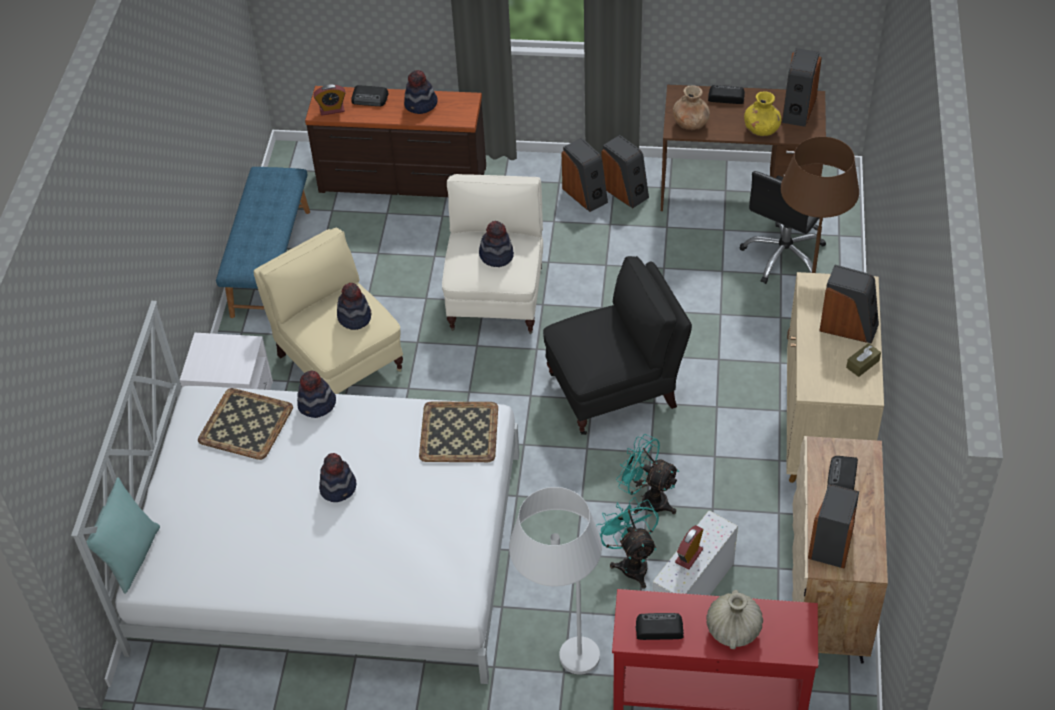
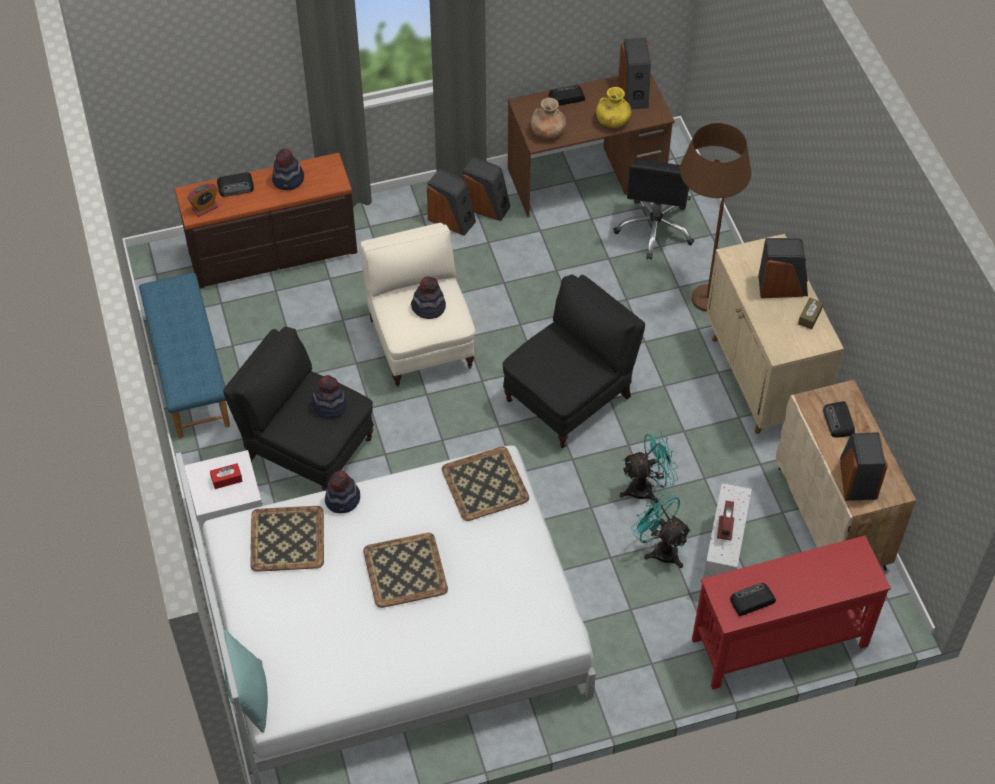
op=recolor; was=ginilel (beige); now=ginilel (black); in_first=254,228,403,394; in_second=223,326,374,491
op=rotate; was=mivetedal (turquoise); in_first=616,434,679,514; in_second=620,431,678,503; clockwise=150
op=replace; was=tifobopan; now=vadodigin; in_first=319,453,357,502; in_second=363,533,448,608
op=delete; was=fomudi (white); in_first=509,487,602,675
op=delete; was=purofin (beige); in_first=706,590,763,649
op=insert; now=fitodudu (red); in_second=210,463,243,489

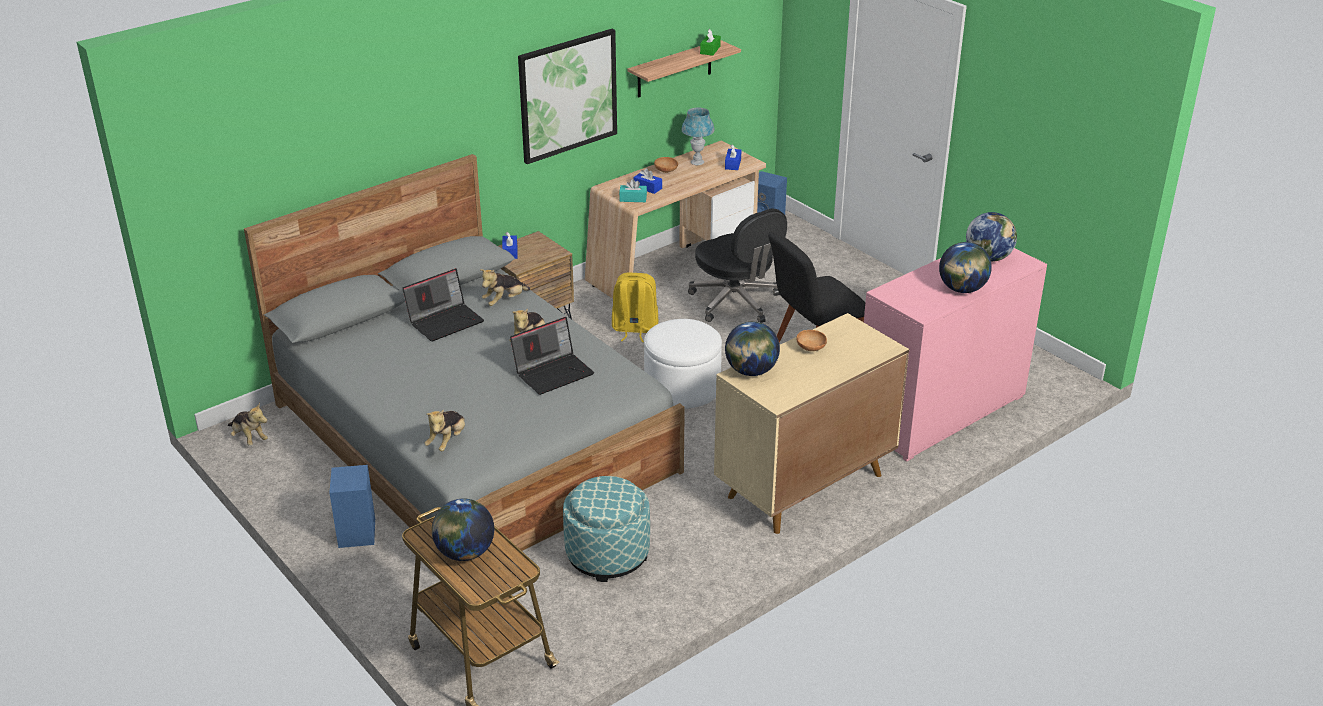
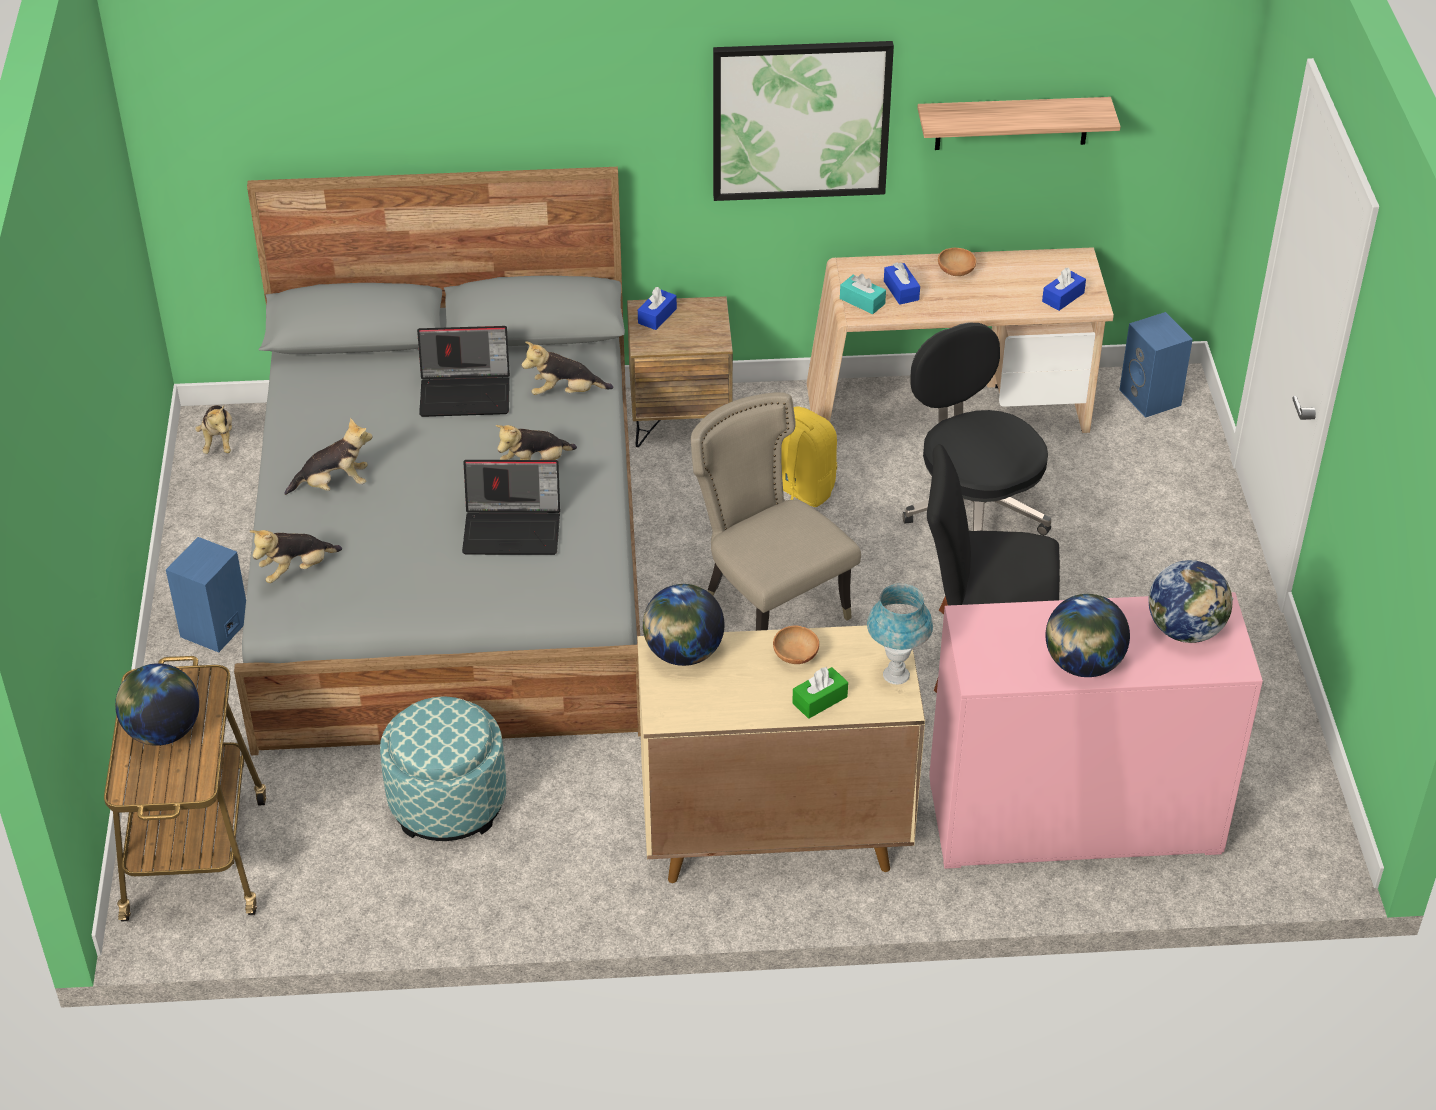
op=move; was=fitodudu (green); in_first=700,29,721,56; in_second=792,667,848,719
op=move; was=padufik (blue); in_first=681,107,715,165; in_second=867,583,933,685
op=rotate; was=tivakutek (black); in_first=688,209,787,323; in_second=903,323,1051,535; clockwise=150
op=replace; was=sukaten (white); now=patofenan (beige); in_first=644,319,722,409; in_second=691,392,861,631
op=insert; now=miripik; in_second=284,418,372,495

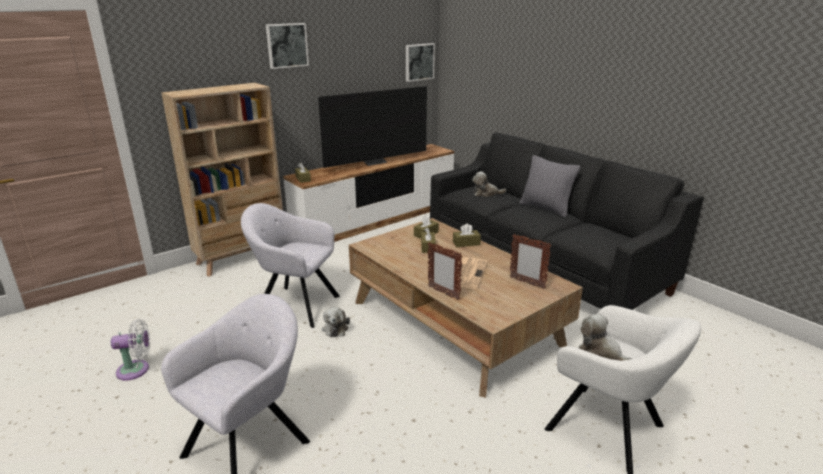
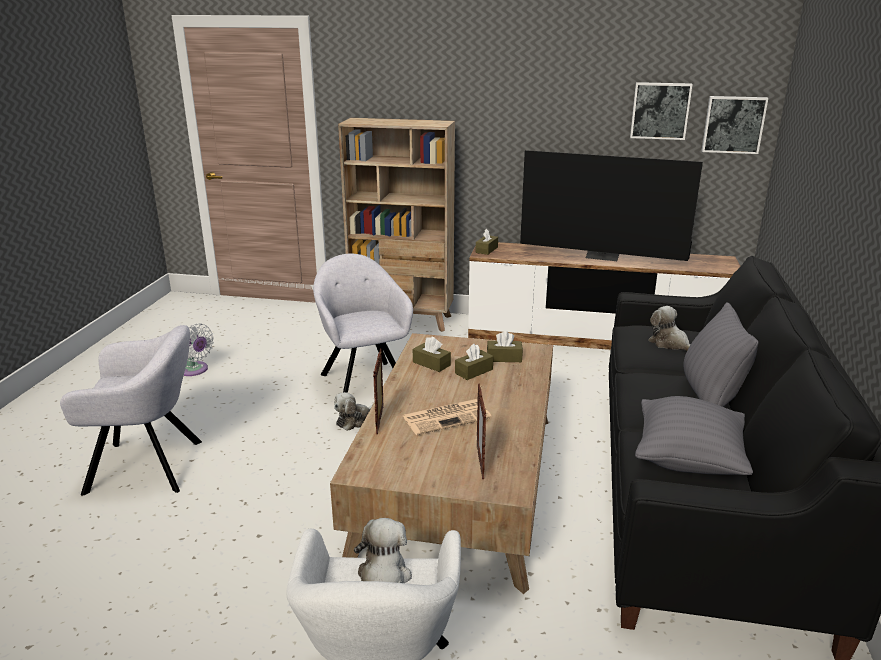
op=move; was=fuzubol; in_first=266,23,309,69; in_second=630,82,693,140
op=move; was=fitodudu (brown); in_first=453,224,481,247; in_second=413,337,451,372
op=insert; now=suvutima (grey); in_second=635,396,753,475

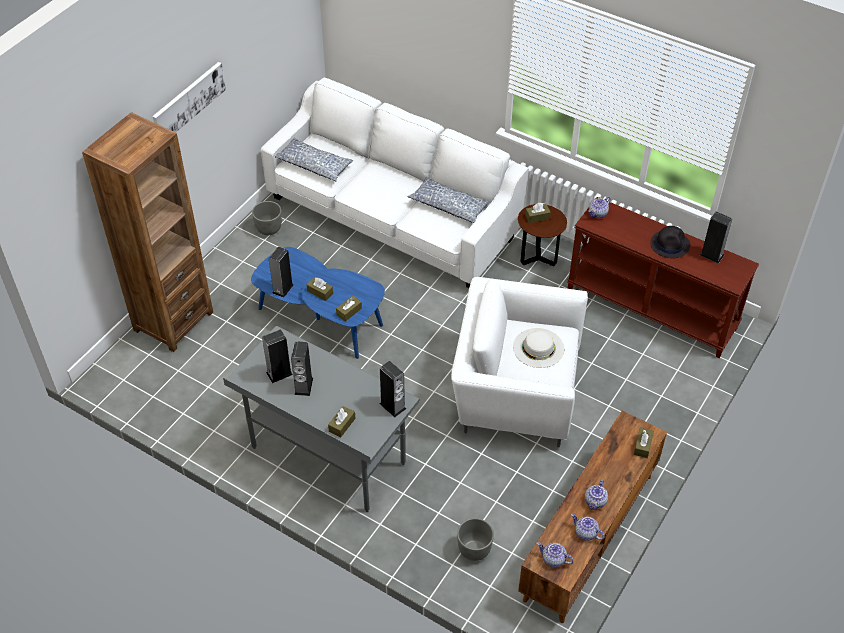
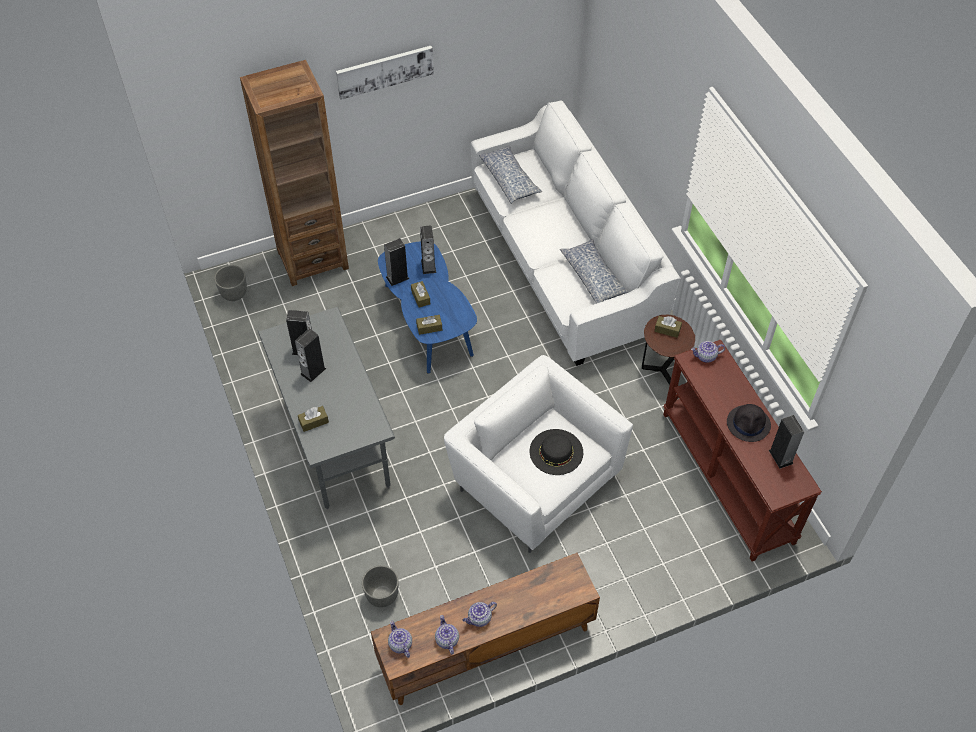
op=move; was=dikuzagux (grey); in_first=252,201,282,235; in_second=214,265,247,301
op=recolor; was=tifobopan (white); now=tifobopan (black); in_first=513,328,564,368; in_second=530,429,583,475
op=move; was=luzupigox; in_first=380,361,406,417; in_second=420,226,436,274
op=delete; was=fitodudu (brown); in_first=634,428,654,458

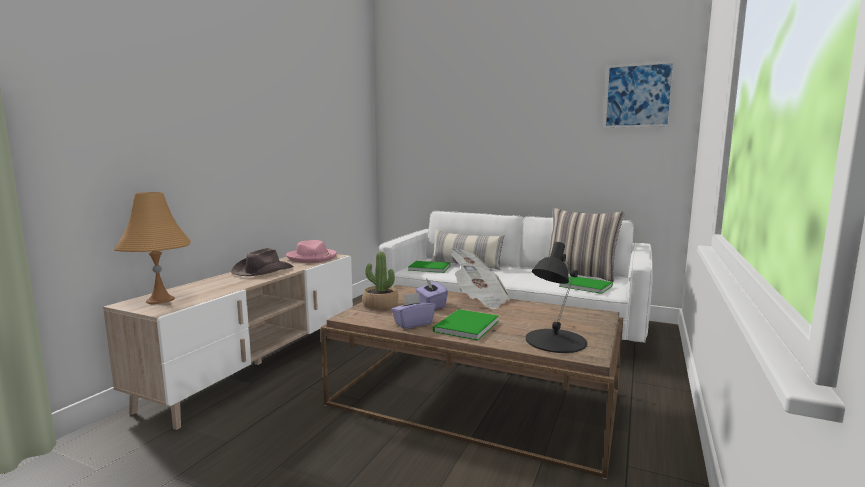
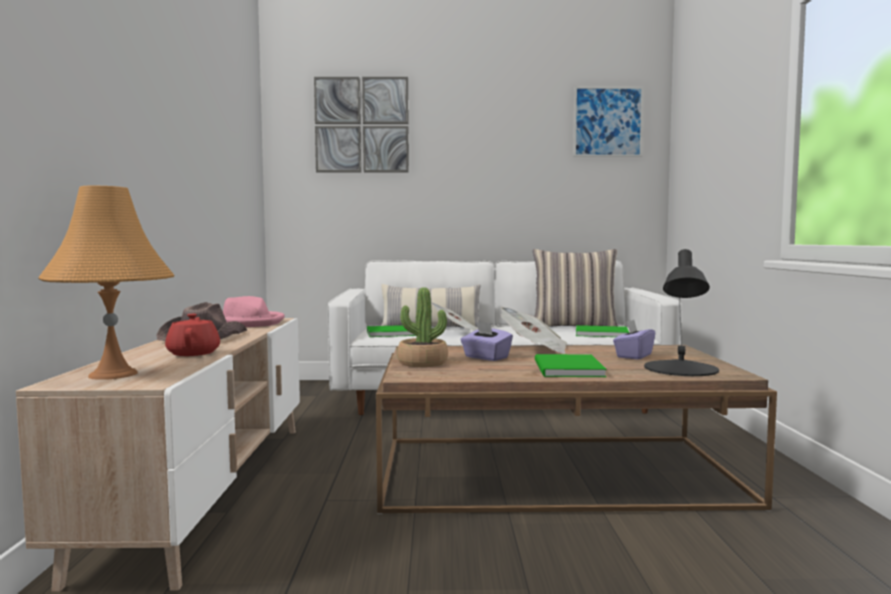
op=move; was=fitodudu (purple); in_first=391,293,436,329; in_second=613,320,655,360
op=insert; now=fuzubol; in_second=314,77,409,172
op=insert; now=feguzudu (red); in_second=165,314,220,356

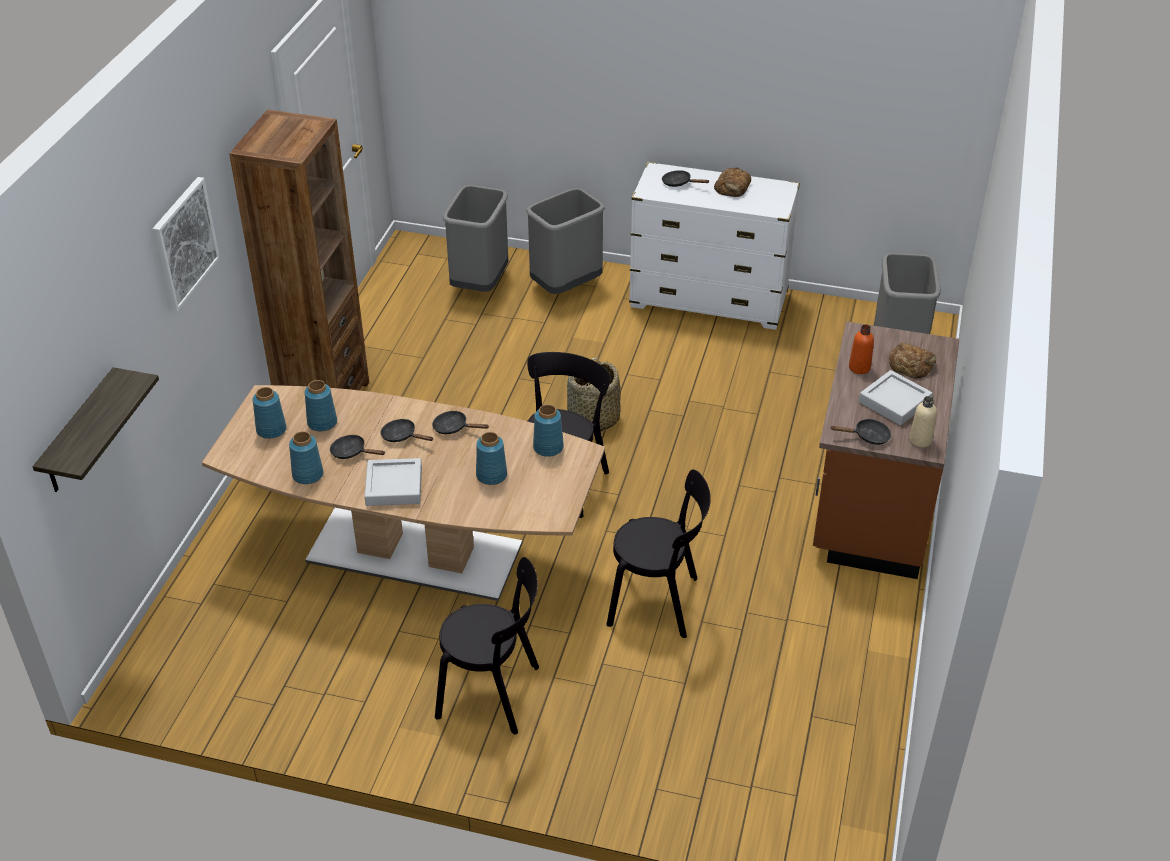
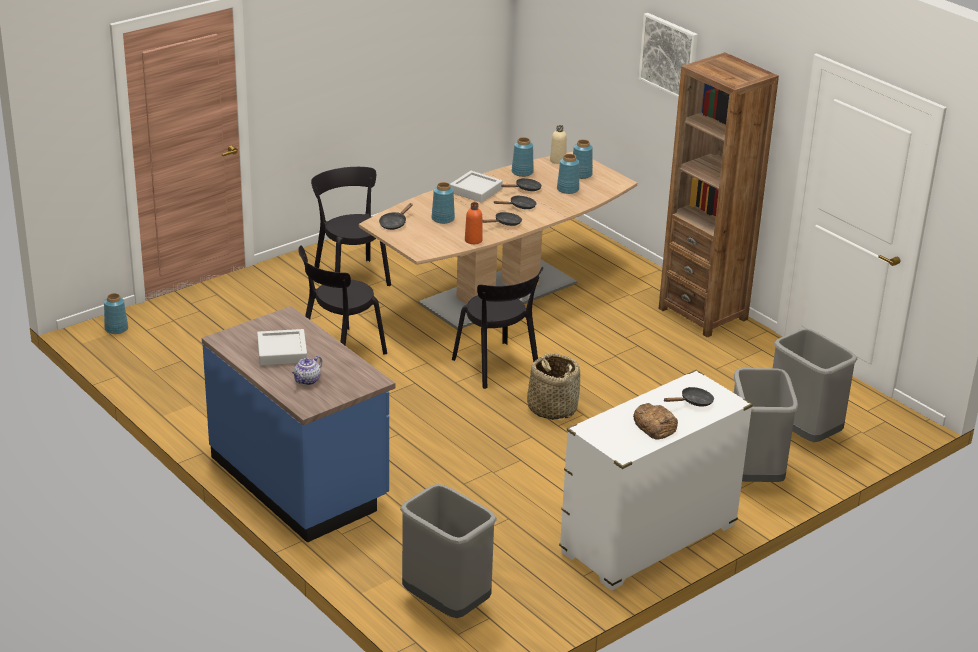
op=recolor; was=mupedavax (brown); now=mupedavax (blue); in_first=813,322,959,579; in_second=202,306,395,543
op=move; was=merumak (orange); in_first=849,325,874,374; in_second=465,202,483,244
op=replace; was=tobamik; now=feguzudu; in_first=889,343,936,378; in_second=292,356,322,385
op=delete; was=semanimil; in_first=33,367,159,492
op=move; was=merumak (beige); in_first=909,396,937,448; in_second=550,125,567,164
op=move; was=purofin (blue); in_first=533,404,564,457; in_second=104,293,128,334
op=move; was=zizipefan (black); in_first=831,419,891,445; in_second=379,203,413,230
op=rotate; was=patofenan (black); in_first=435,557,539,734; in_second=311,167,391,286; clockwise=105

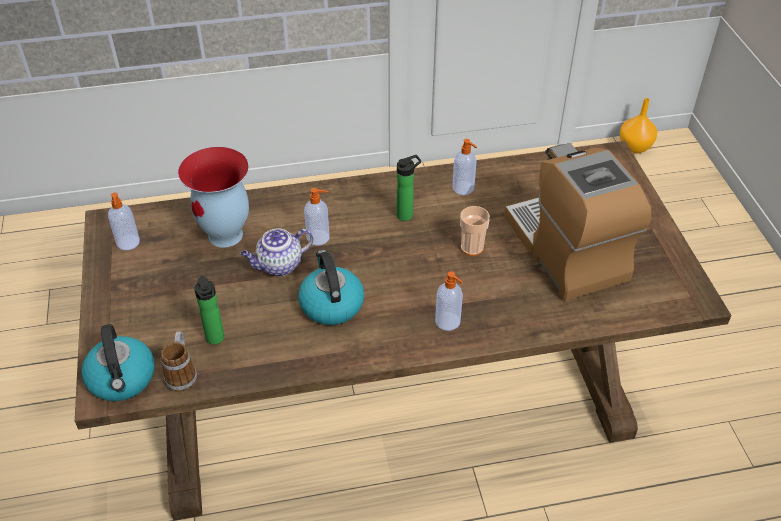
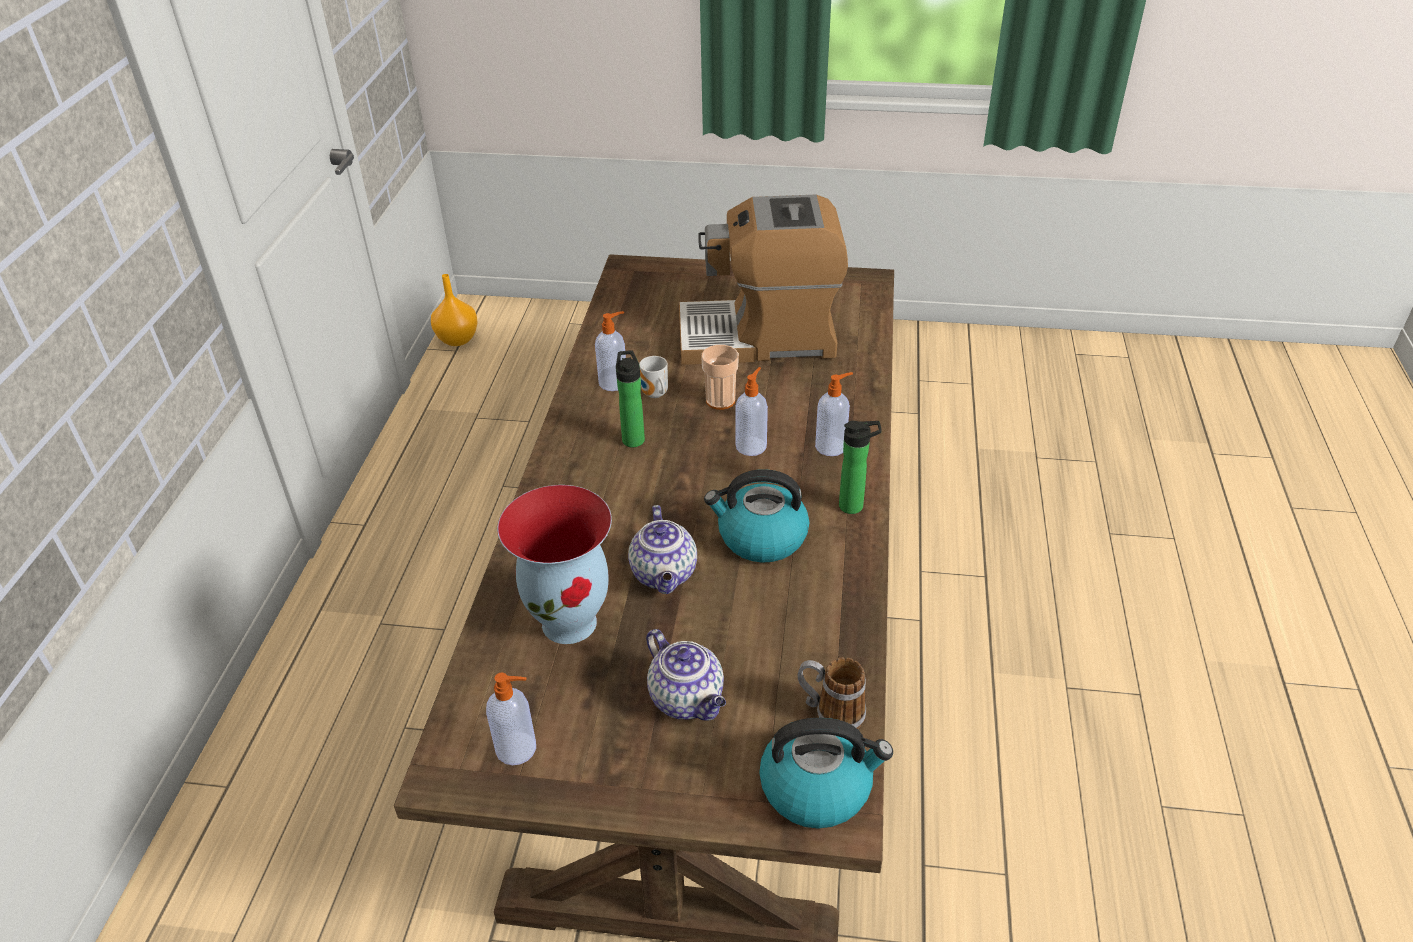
op=move; was=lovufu; in_first=304,188,330,245; in_second=735,367,768,456
op=move; was=merumak; in_first=194,276,225,344; in_second=839,421,882,514
op=insert; now=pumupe; in_second=639,356,668,398
op=insert; now=feguzudu; in_second=646,629,726,721

